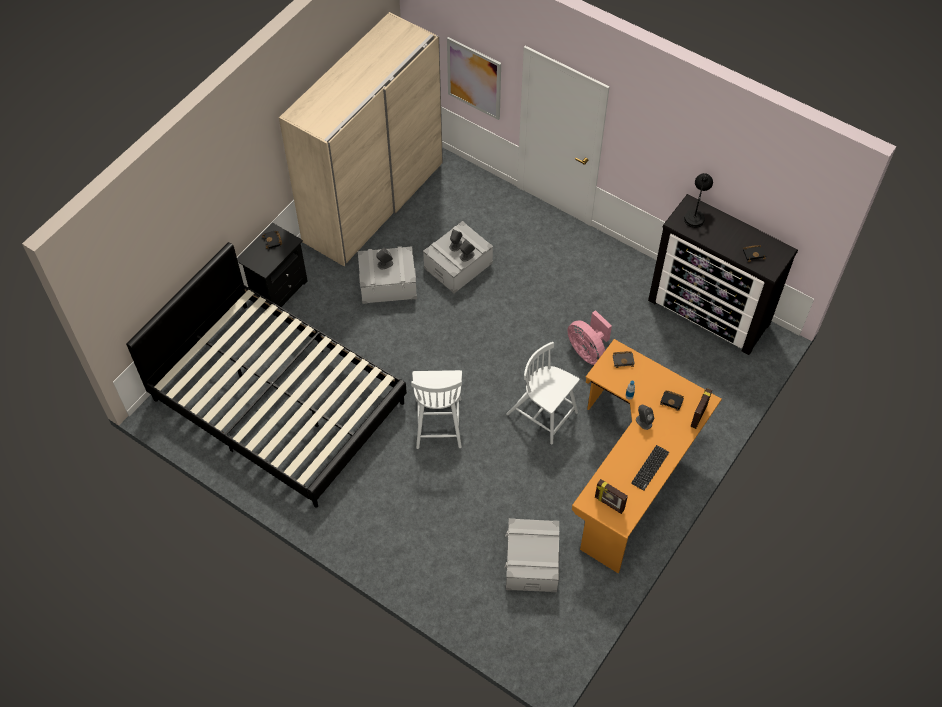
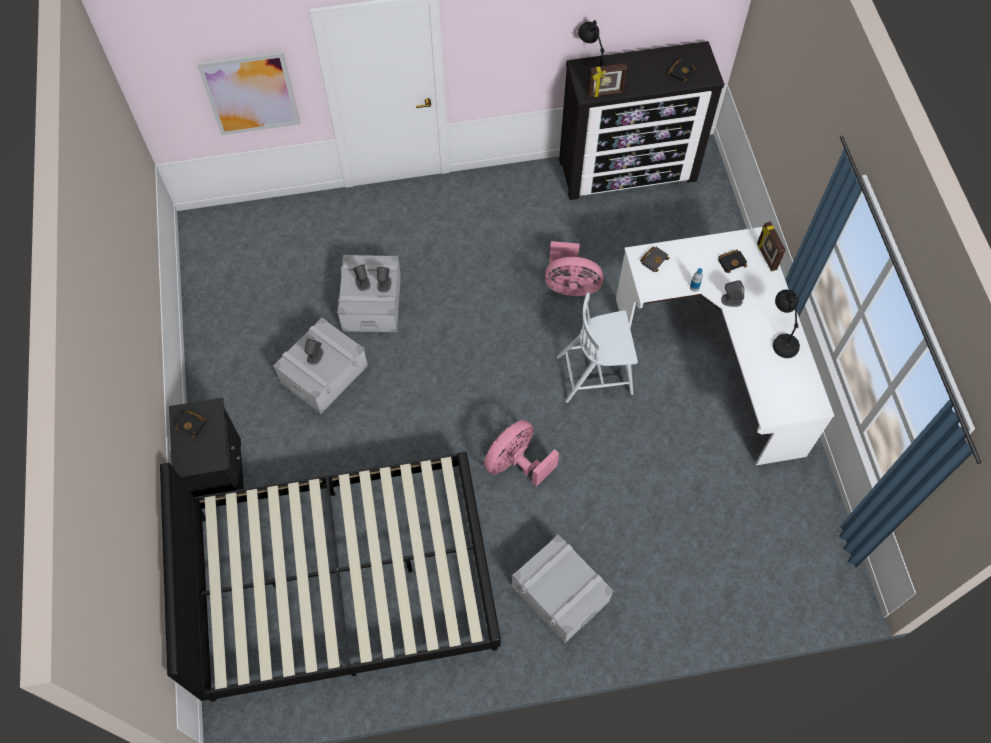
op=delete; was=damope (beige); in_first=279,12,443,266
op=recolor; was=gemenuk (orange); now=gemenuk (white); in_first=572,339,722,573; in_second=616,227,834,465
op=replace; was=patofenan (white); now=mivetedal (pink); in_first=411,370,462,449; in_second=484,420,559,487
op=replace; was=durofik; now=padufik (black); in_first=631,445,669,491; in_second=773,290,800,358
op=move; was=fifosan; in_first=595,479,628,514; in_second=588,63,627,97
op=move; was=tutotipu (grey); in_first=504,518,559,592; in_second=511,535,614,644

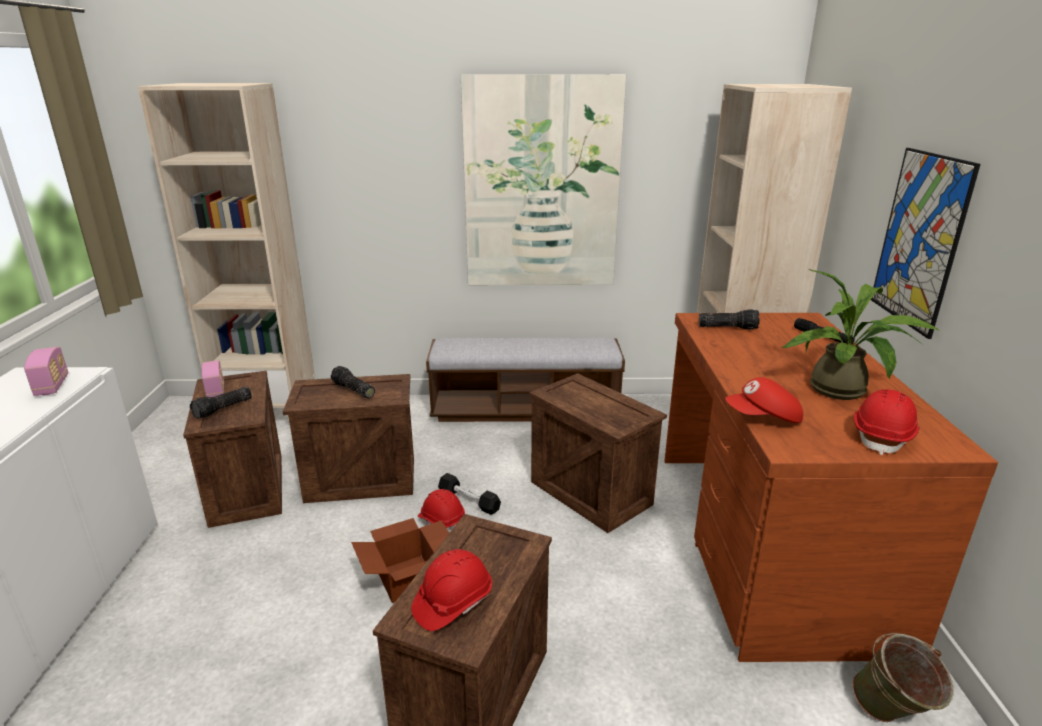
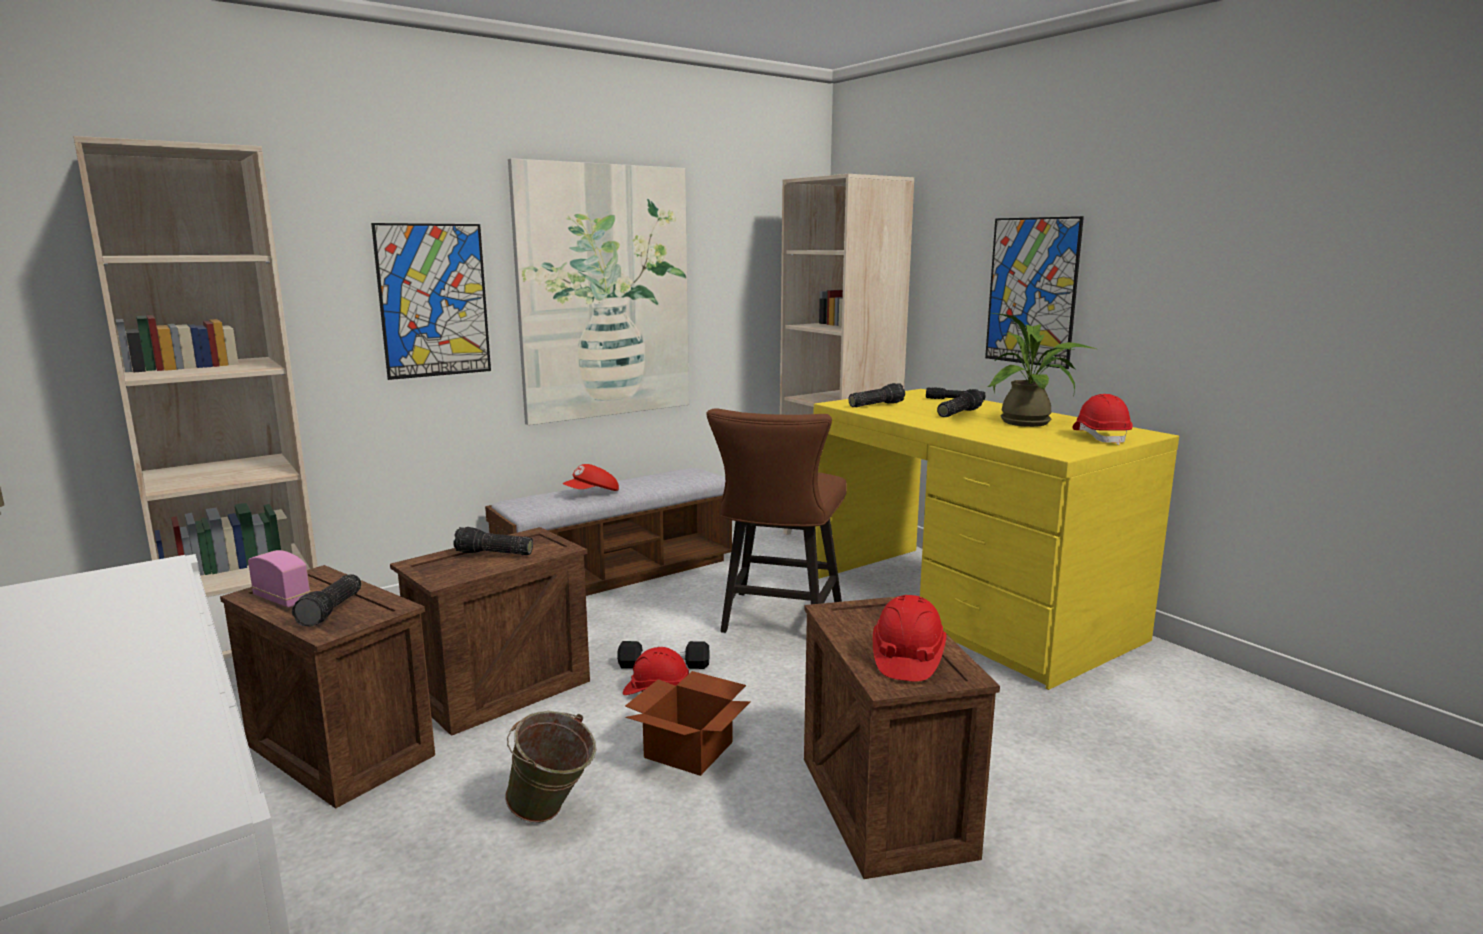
op=recolor; was=gemenuk (brown); now=gemenuk (yellow); in_first=664,313,998,662; in_second=814,389,1179,690
op=delete; was=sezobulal; in_first=24,347,68,396
op=replace; was=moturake; now=patofenan (brown); in_first=530,373,667,533; in_second=707,408,847,633
op=move; was=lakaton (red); in_first=725,377,803,423; in_second=562,464,619,491
op=move; was=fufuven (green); in_first=852,633,954,722; in_second=505,711,596,823
op=insert; now=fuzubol; in_second=371,223,491,380
op=insert; now=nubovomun; in_second=937,389,984,417

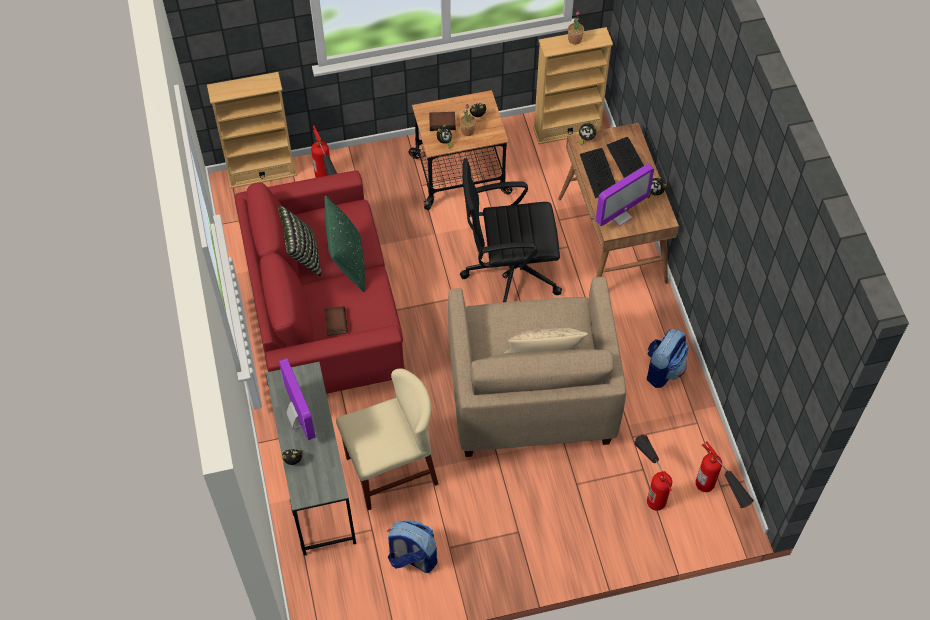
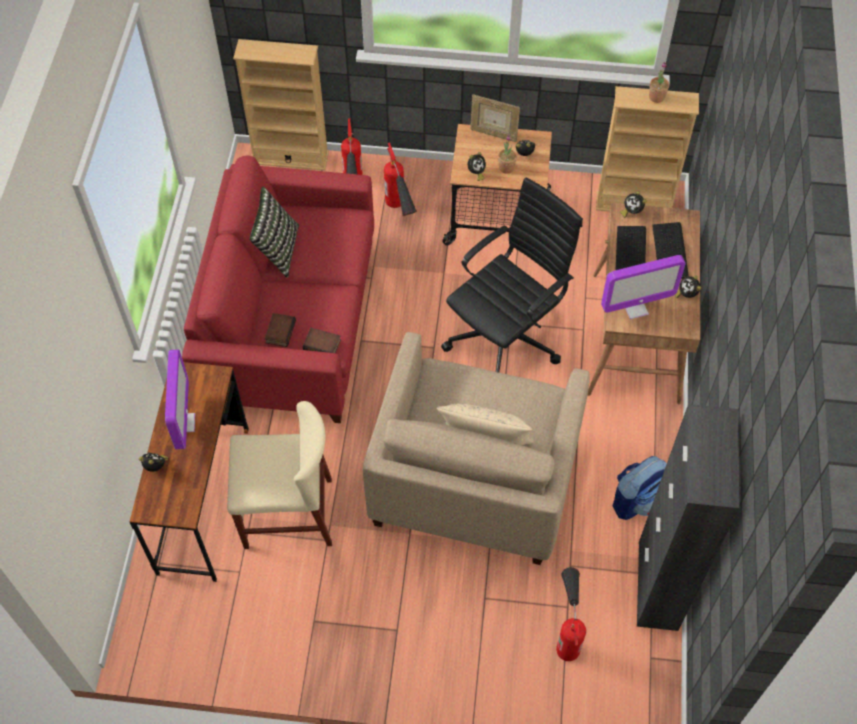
op=move; was=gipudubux; in_first=429,112,456,131; in_second=303,328,341,353
op=rotate; was=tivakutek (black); in_first=460,158,562,302; in_second=441,177,583,373; clockwise=120
op=delete; was=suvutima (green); in_first=324,196,365,292
op=recolor; was=gemenuk (grey); now=gemenuk (brown); in_first=266,362,356,556; in_second=130,362,249,582
op=move; was=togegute; in_first=696,441,754,508; in_second=384,143,417,216
op=delete; was=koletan; in_first=387,520,438,573
op=insert; now=fifosan; in_second=470,95,520,142
op=insert; now=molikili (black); in_second=637,404,740,631

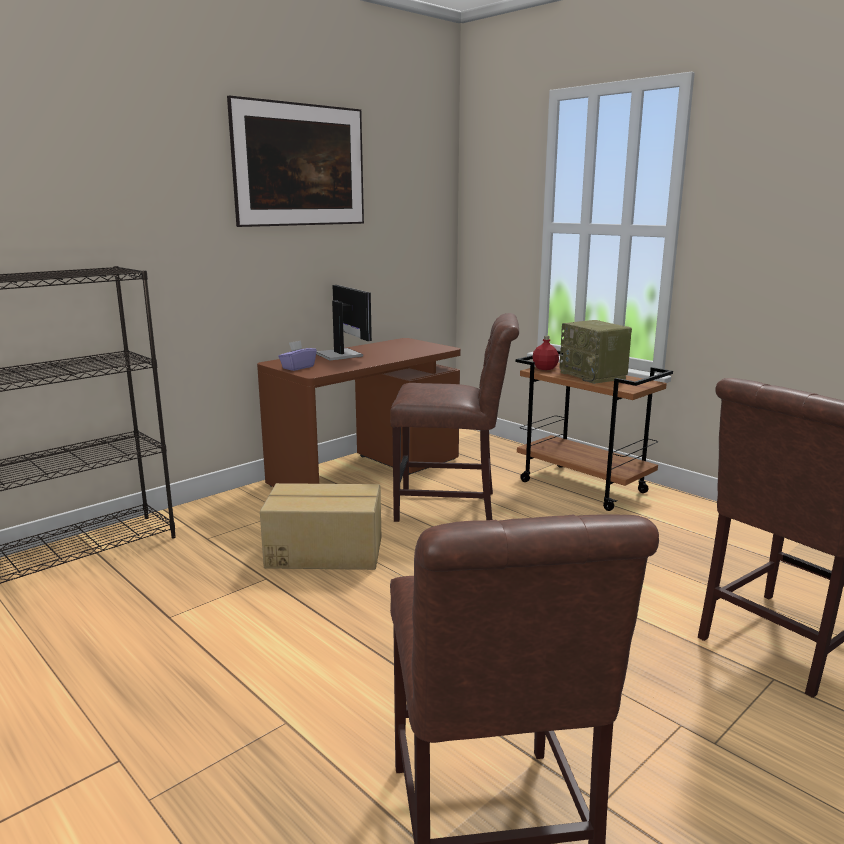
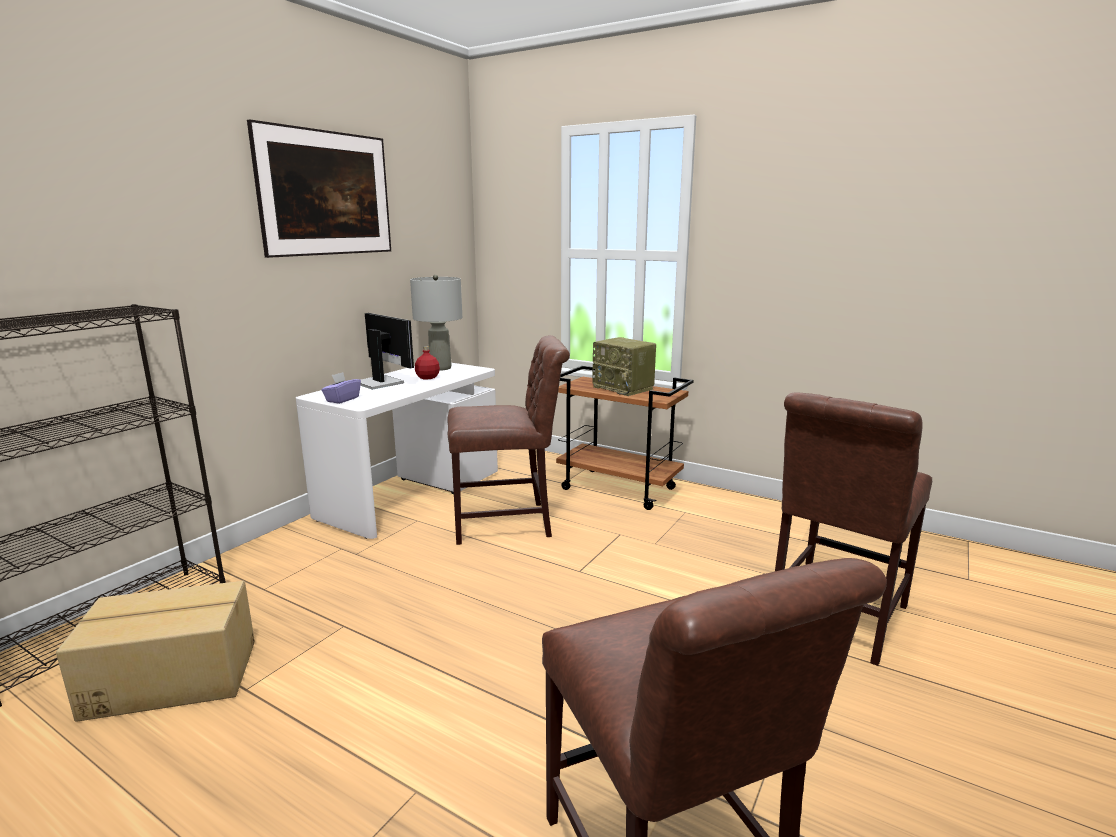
op=move; was=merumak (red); in_first=532,335,559,370; in_second=415,346,440,379
op=recolor; was=gemenuk (brown); now=gemenuk (white); in_first=257,338,461,487; in_second=296,363,498,539
op=move; was=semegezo; in_first=260,483,381,570; in_second=56,581,255,722
op=insert; now=padufik (grey); in_second=410,275,462,371

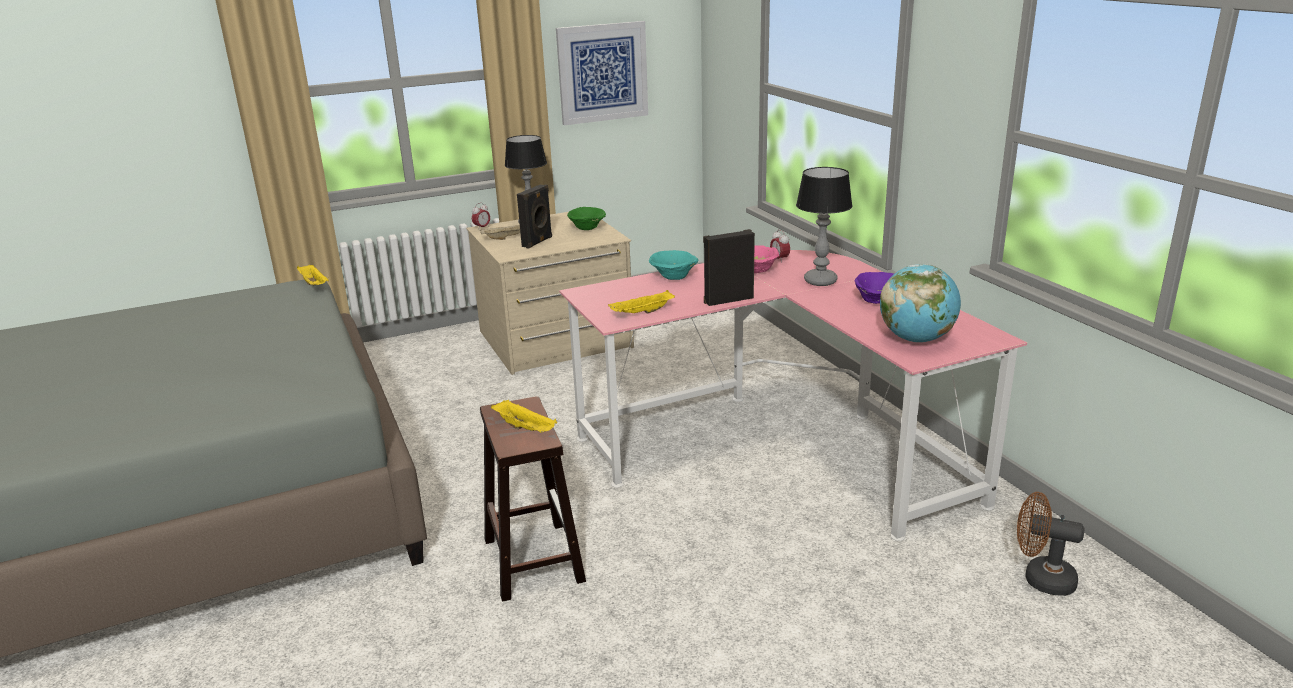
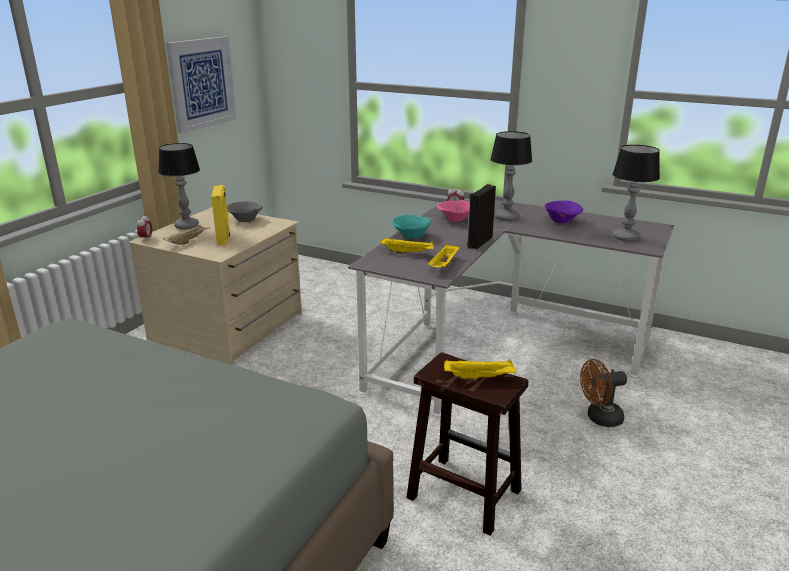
op=recolor; was=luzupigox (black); now=luzupigox (yellow); in_first=517,185,552,249; in_second=211,185,230,246
op=recolor; was=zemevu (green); now=zemevu (grey); in_first=567,207,606,230; in_second=227,201,263,222
op=recolor; was=gemenuk (pink); now=gemenuk (grey); in_first=559,250,1027,541; in_second=348,200,674,417
op=replace; was=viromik; now=padufik; in_first=880,264,961,343; in_second=612,145,660,242
op=move; was=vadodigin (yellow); in_first=297,265,329,285; in_second=380,238,434,254
op=move; was=mivetedal (brown); in_first=1017,492,1084,596; in_second=580,359,627,427

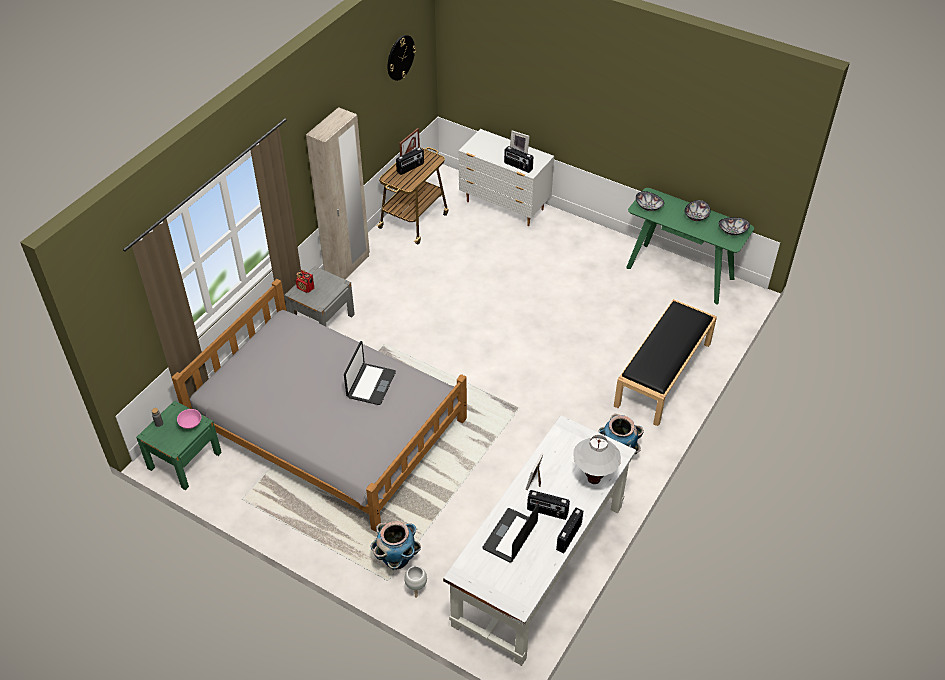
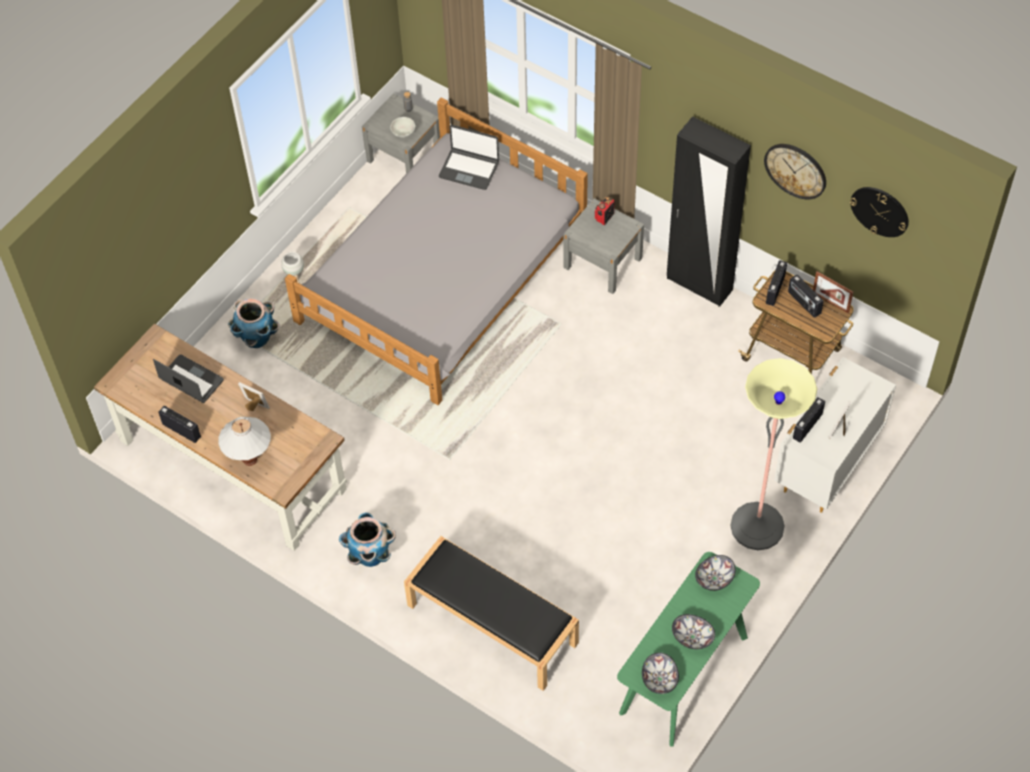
op=recolor; was=damope (beige); now=damope (black); in_first=306,107,370,279; in_second=667,116,751,307
op=move; was=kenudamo; in_first=344,341,396,405; in_second=439,125,499,190
op=recolor; was=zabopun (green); now=zabopun (grey); in_first=136,400,222,490; in_second=362,93,440,174
op=recolor; was=zemevu (pink); now=zemevu (white); in_first=177,409,201,429; in_second=390,117,415,137
op=recolor; was=gemenuk (white); now=gemenuk (brown); in_first=443,415,636,666; in_second=94,323,347,551
op=move; was=sezobulal; in_first=527,490,570,520; in_second=766,260,787,306
op=move; was=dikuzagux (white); in_first=404,566,427,598; in_second=281,252,304,283
op=insert; now=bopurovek; in_second=764,144,826,200
op=insert; now=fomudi; in_second=731,358,817,550

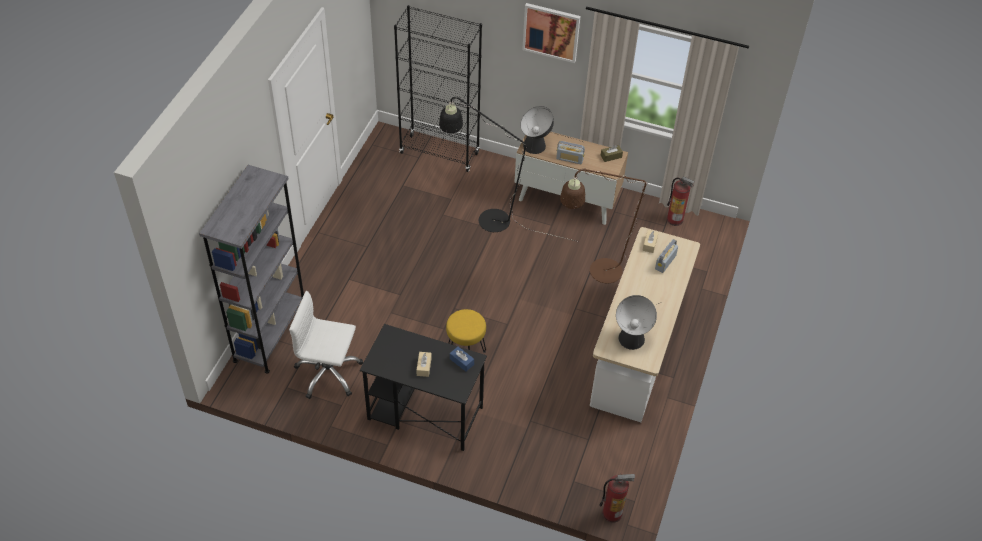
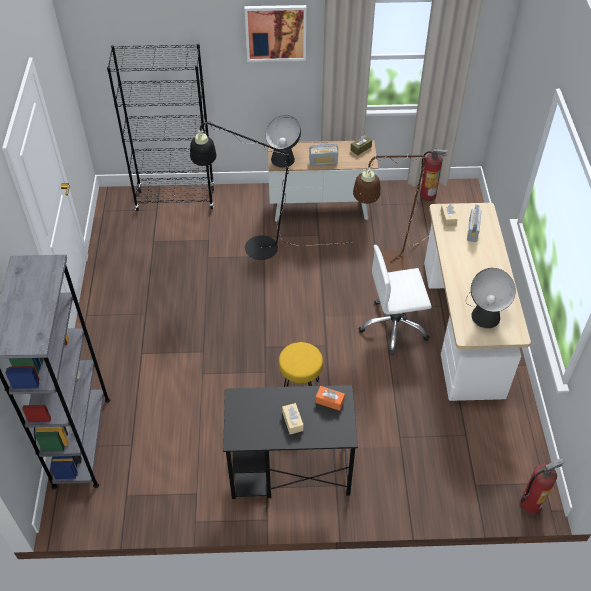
op=move; was=tivakutek (white); in_first=289,291,363,399; in_second=359,245,432,355
op=recolor; was=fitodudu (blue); now=fitodudu (orange); in_first=450,347,474,371; in_second=315,386,345,411

